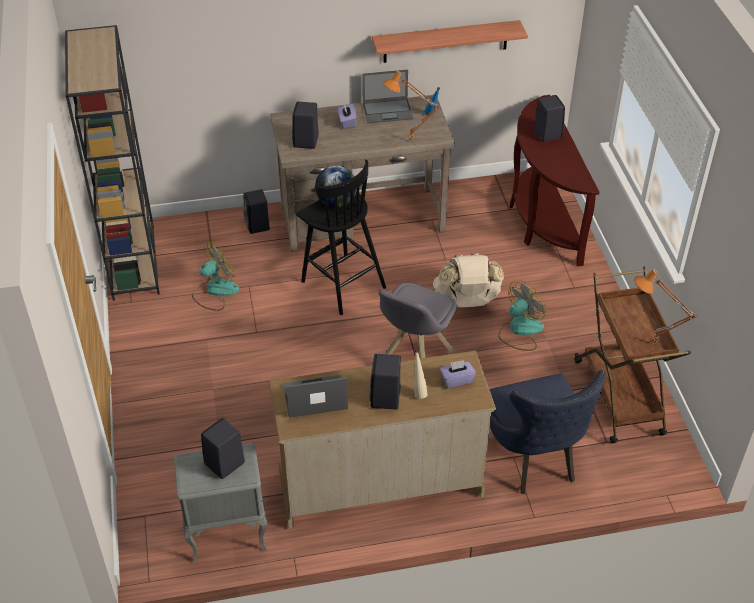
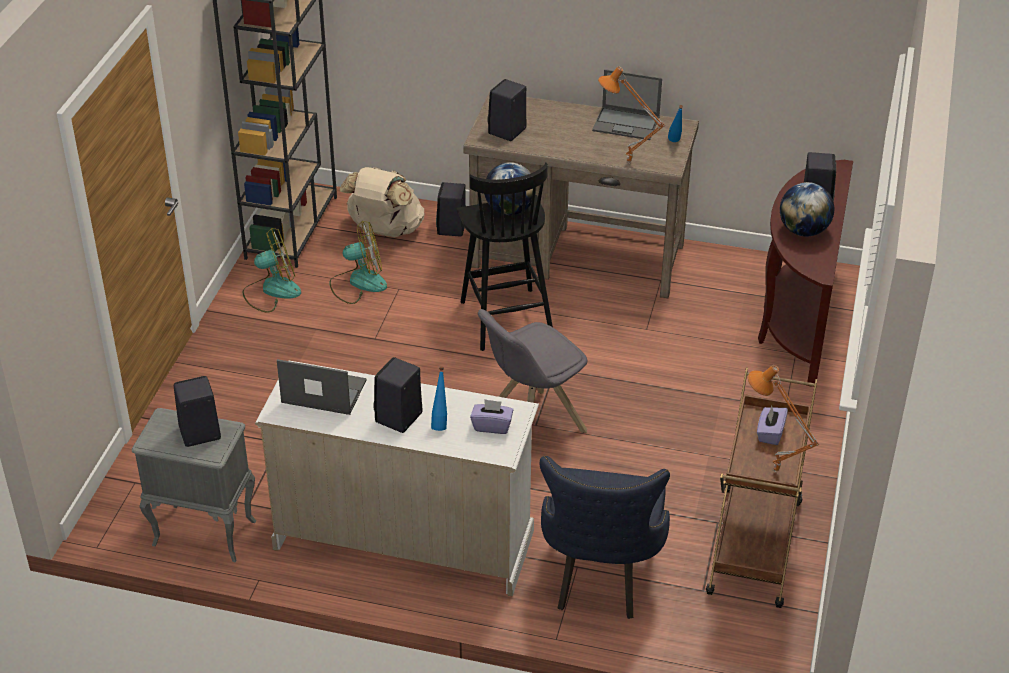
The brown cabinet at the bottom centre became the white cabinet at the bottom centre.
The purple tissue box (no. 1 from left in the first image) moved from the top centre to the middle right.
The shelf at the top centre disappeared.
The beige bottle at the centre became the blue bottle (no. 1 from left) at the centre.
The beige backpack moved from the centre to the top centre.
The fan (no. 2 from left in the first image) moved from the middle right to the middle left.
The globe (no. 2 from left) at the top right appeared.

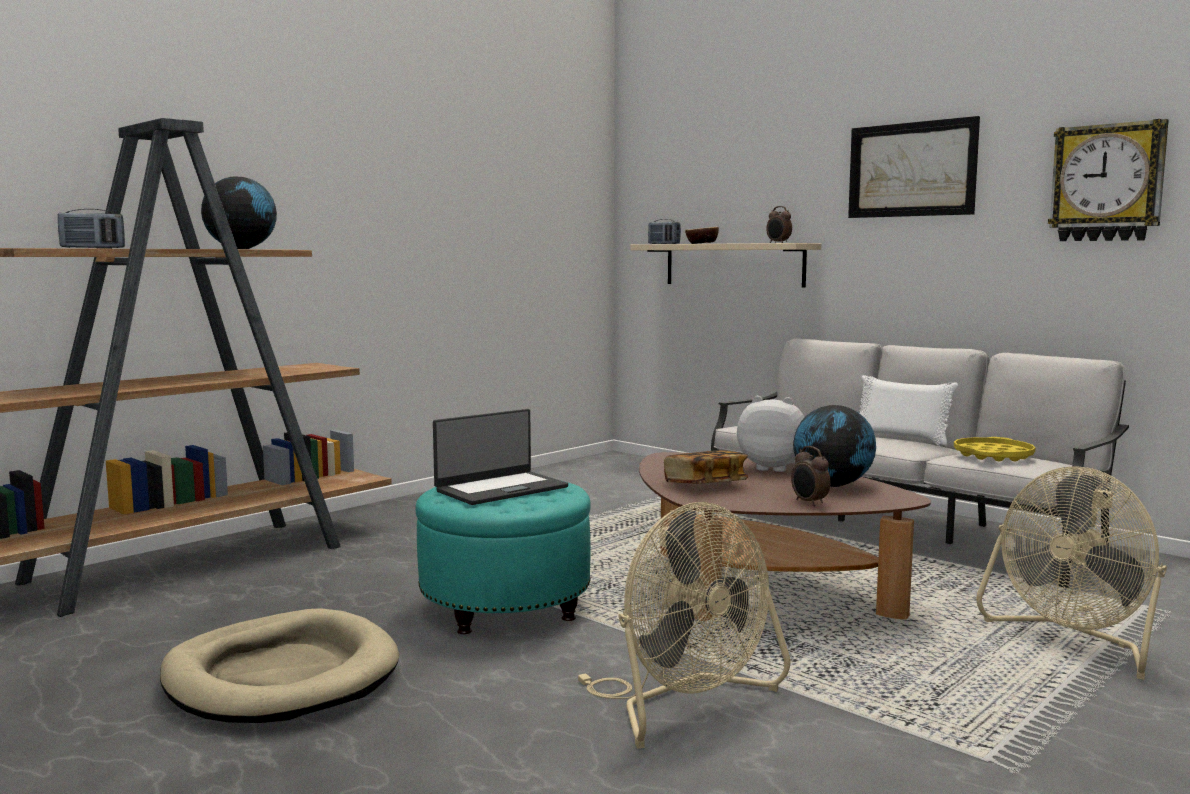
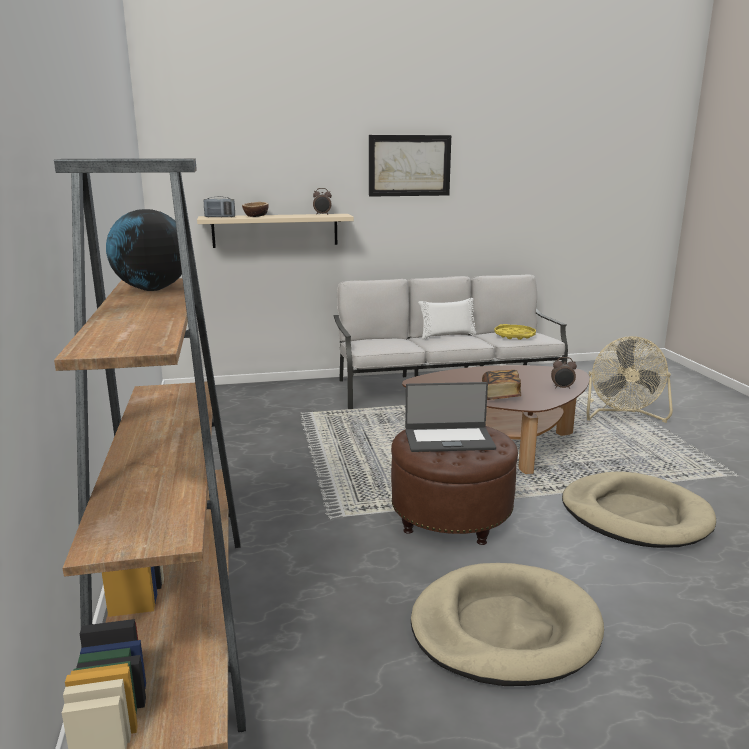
The radio (no. 1 from left) at the top left disappeared.
The turquoise ottoman at the bottom centre became the brown ottoman at the centre.
The laptop at the centre turned 90 degrees clockwise.
The beige fan (no. 1 from left) at the bottom centre was replaced by the beige dog bed (no. 2 from left) at the bottom right.
The plush toy at the centre disappeared.
The globe (no. 2 from left) at the middle right disappeared.
The wall clock at the top right disappeared.

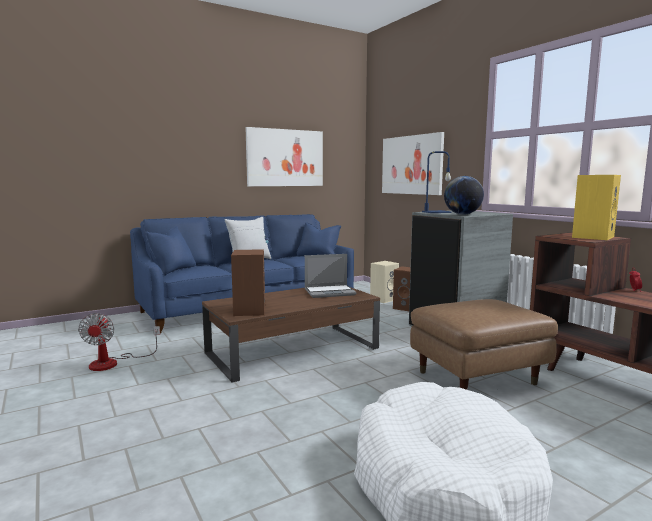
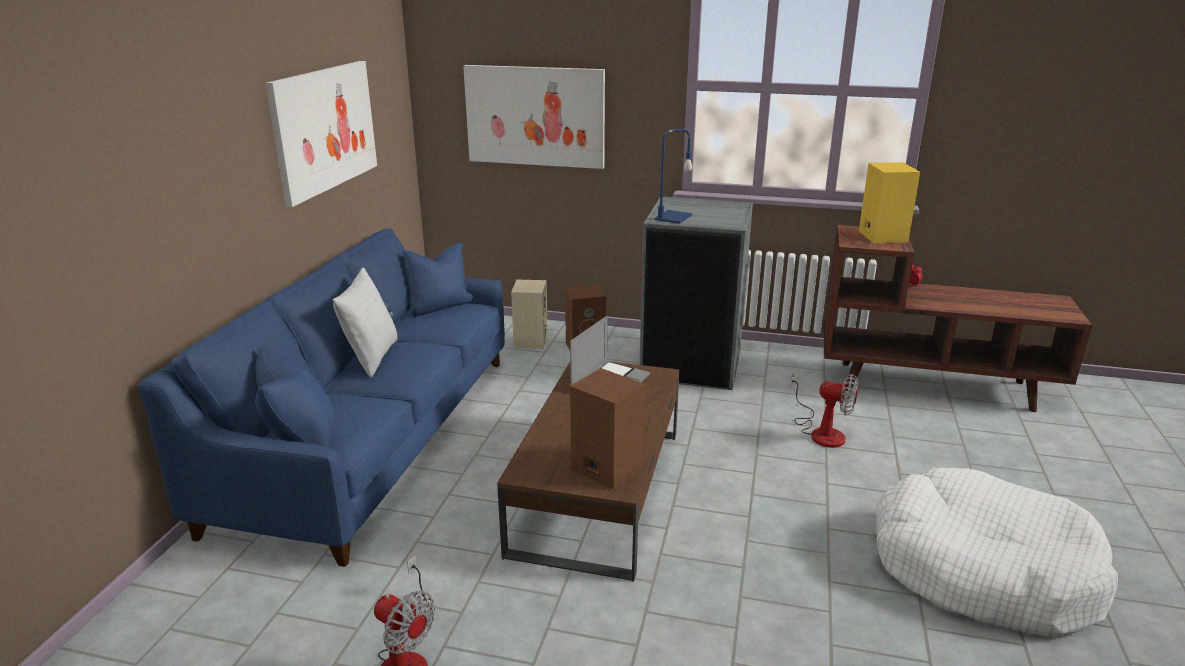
The brown ottoman at the middle right was replaced by the fan (no. 2 from left) at the middle right.
The globe at the middle right disappeared.

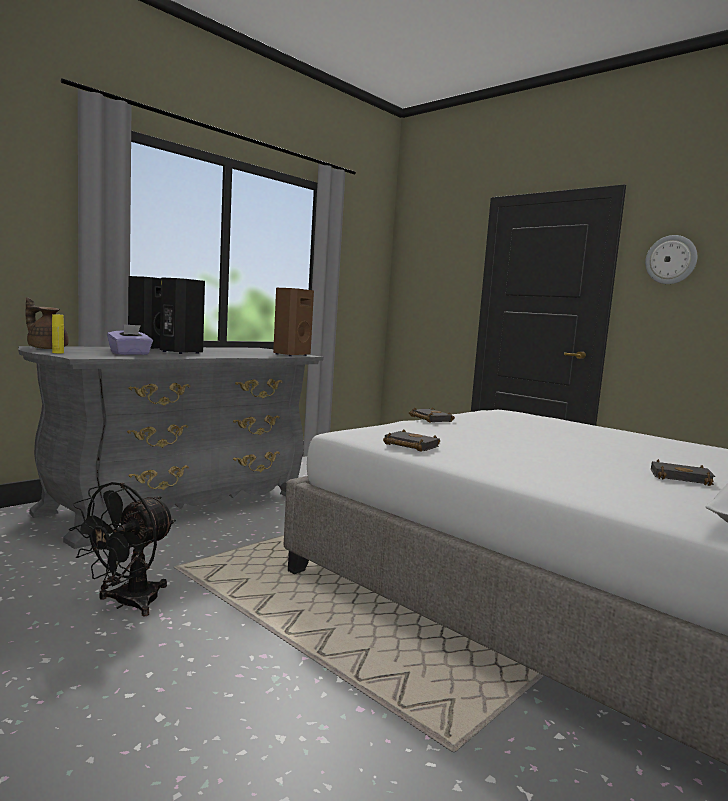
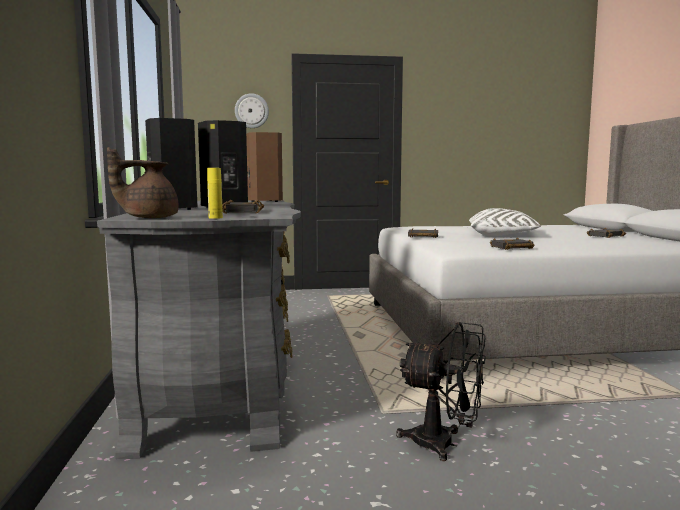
The black fan at the bottom left turned 45 degrees counterclockwise.
The purple tissue box at the middle left was replaced by the black book (no. 1 from left) at the centre.
The wall clock moved from the top right to the top centre.
The white pillow at the middle right appeared.

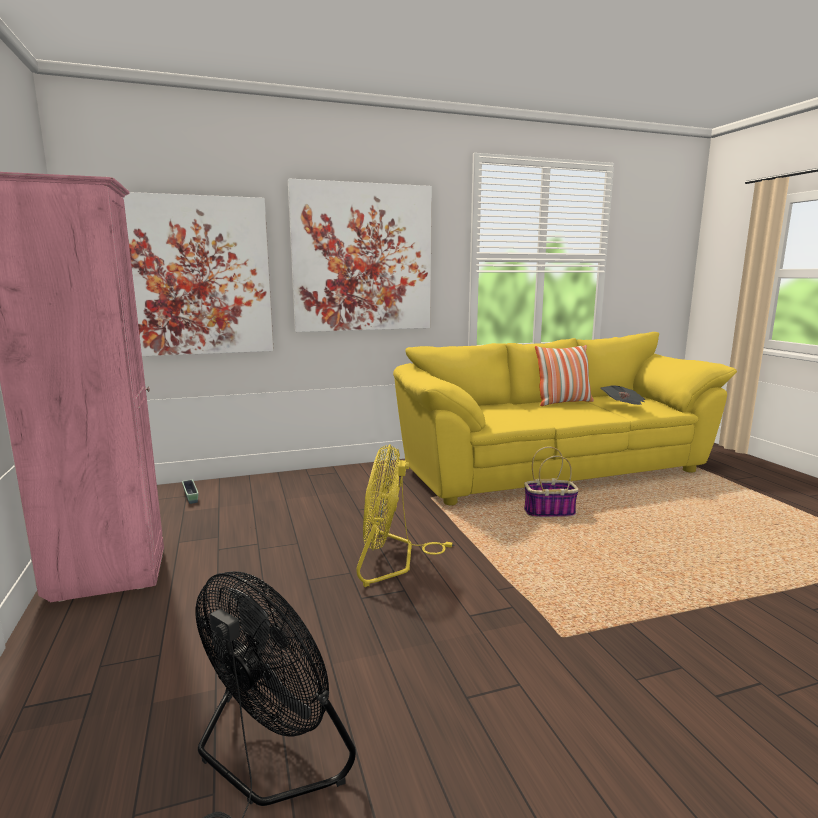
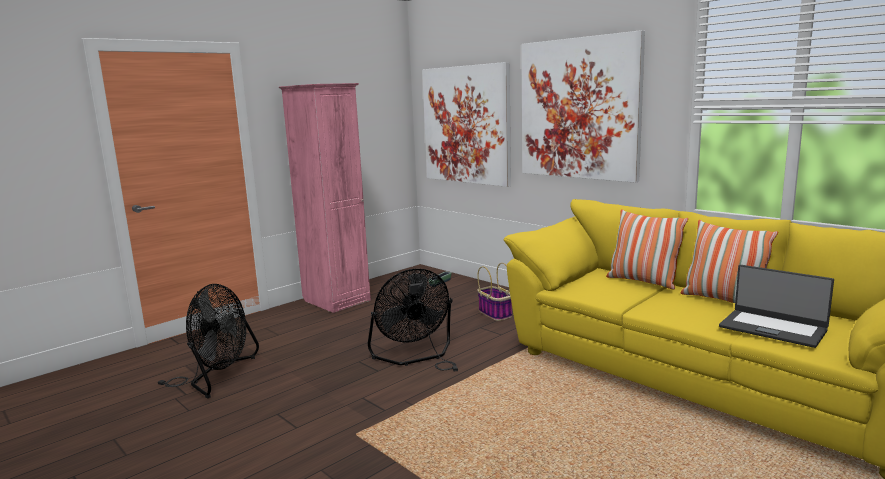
The yellow fan at the centre became the black fan (no. 2 from left) at the bottom centre.
The basket moved from the middle right to the centre.
The newspaper at the middle right was replaced by the laptop at the middle right.
The pillow (no. 1 from left) at the middle right appeared.

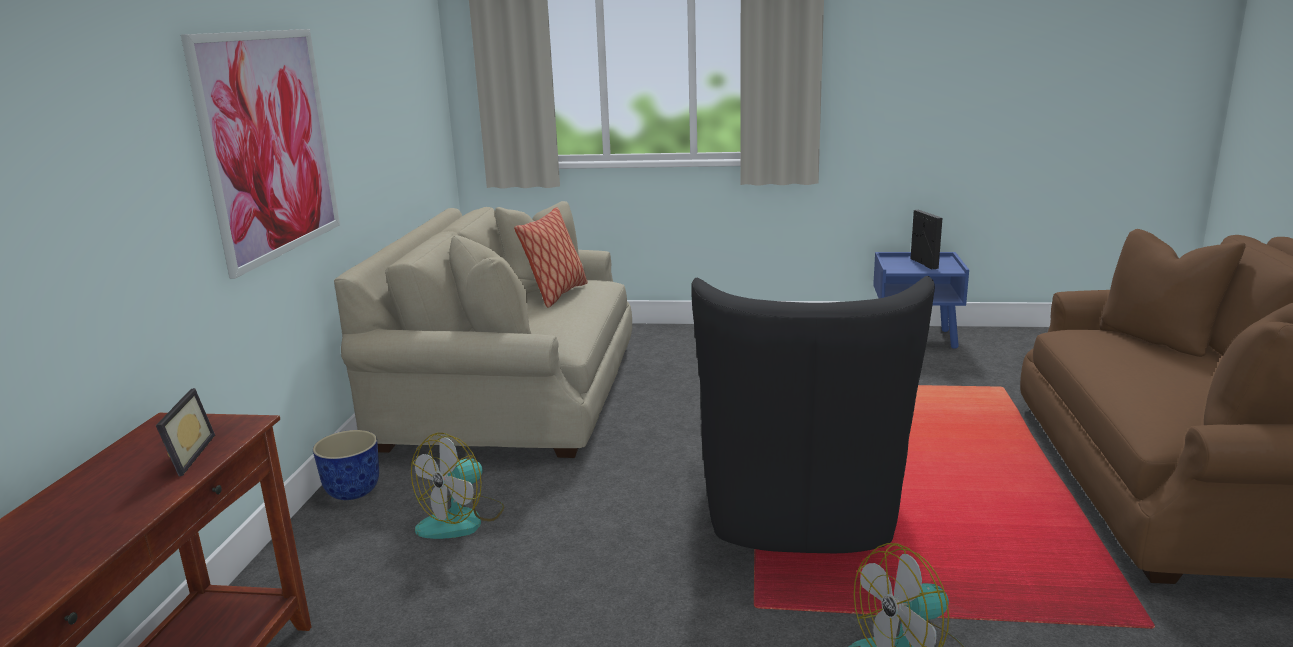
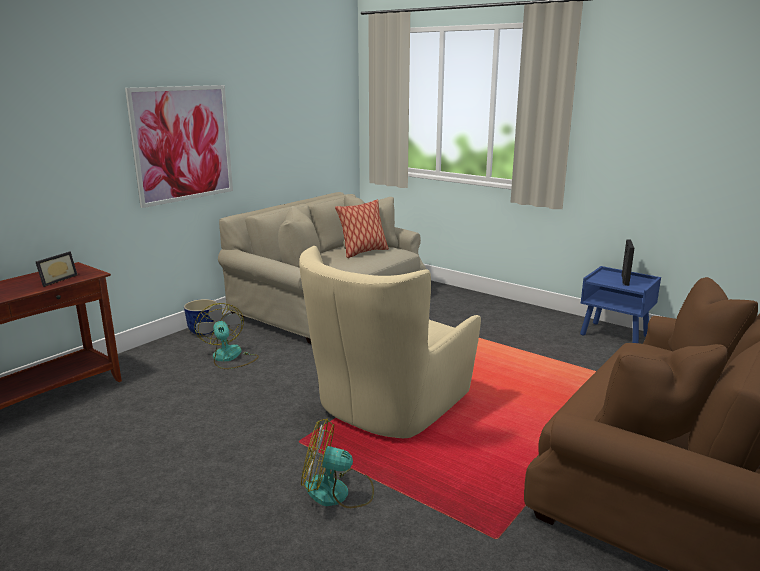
The fan (no. 1 from left) at the bottom centre turned 90 degrees clockwise.
The black armchair at the centre became the beige armchair at the centre.

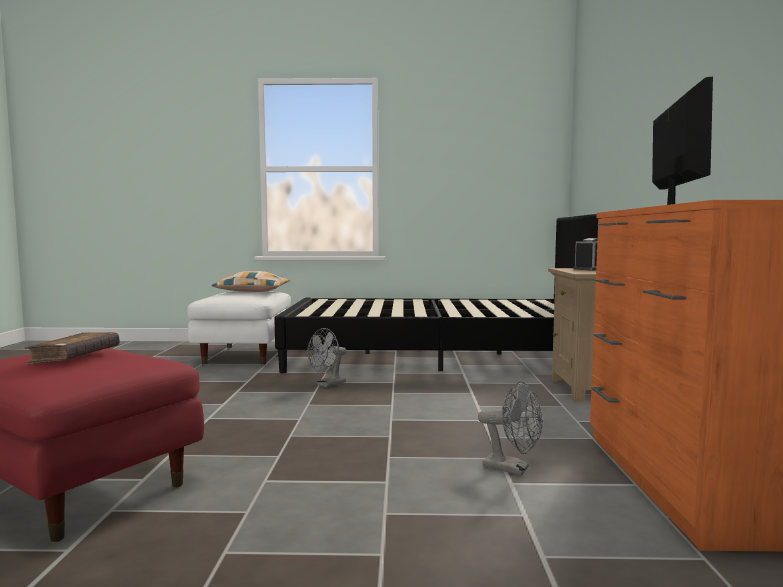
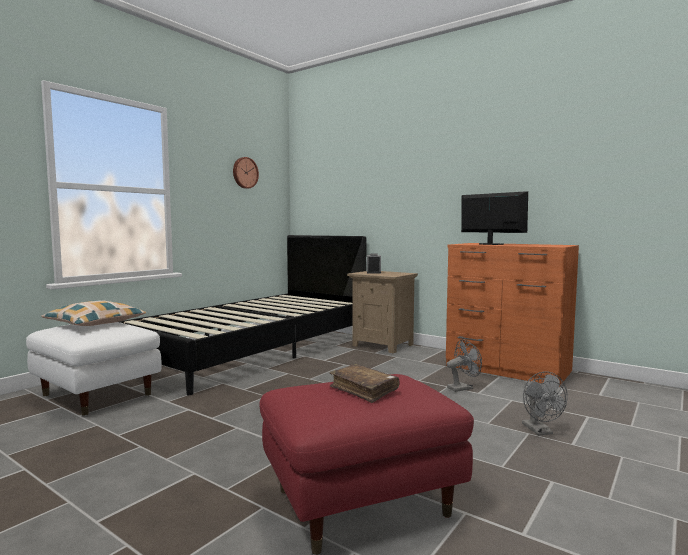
The grey fan (no. 1 from left in the first image) moved from the centre to the bottom right.
The wall clock at the top centre appeared.

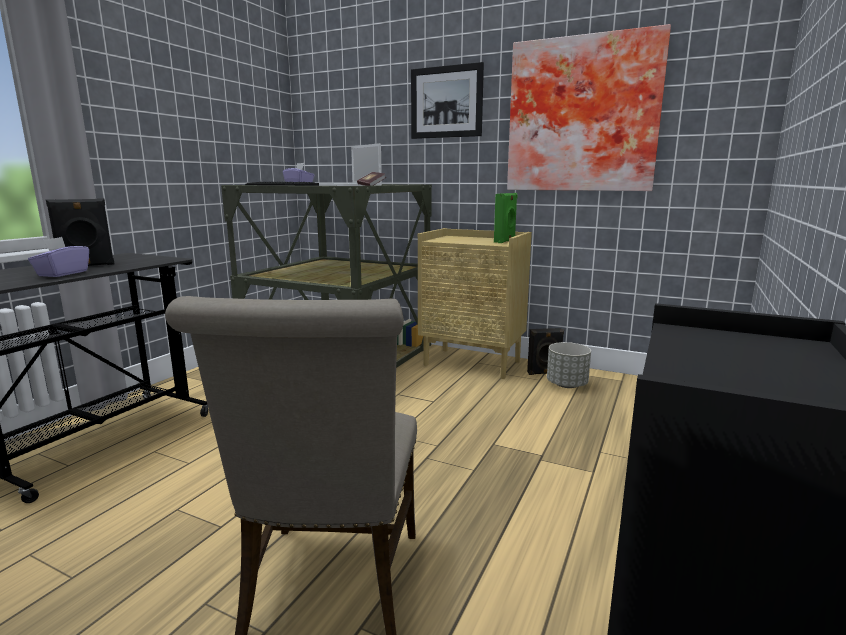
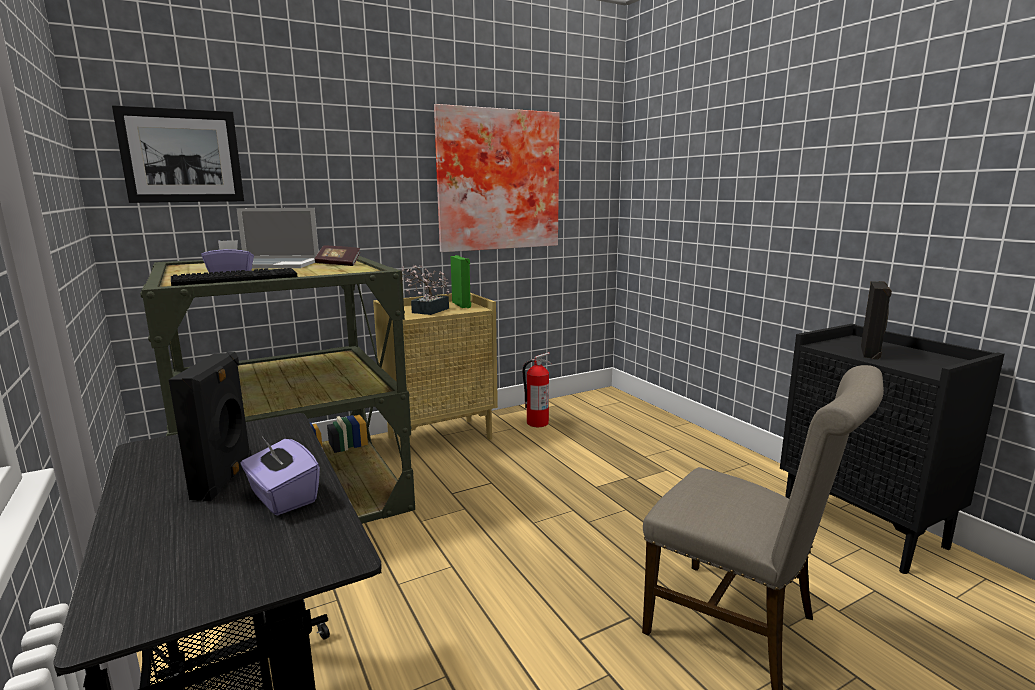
The picture (no. 1 from left) moved from the top centre to the top left.
The black speaker (no. 2 from left) moved from the centre to the middle right.
The grey planter at the middle right was replaced by the fire extinguisher at the centre.
The potted plant at the centre appeared.

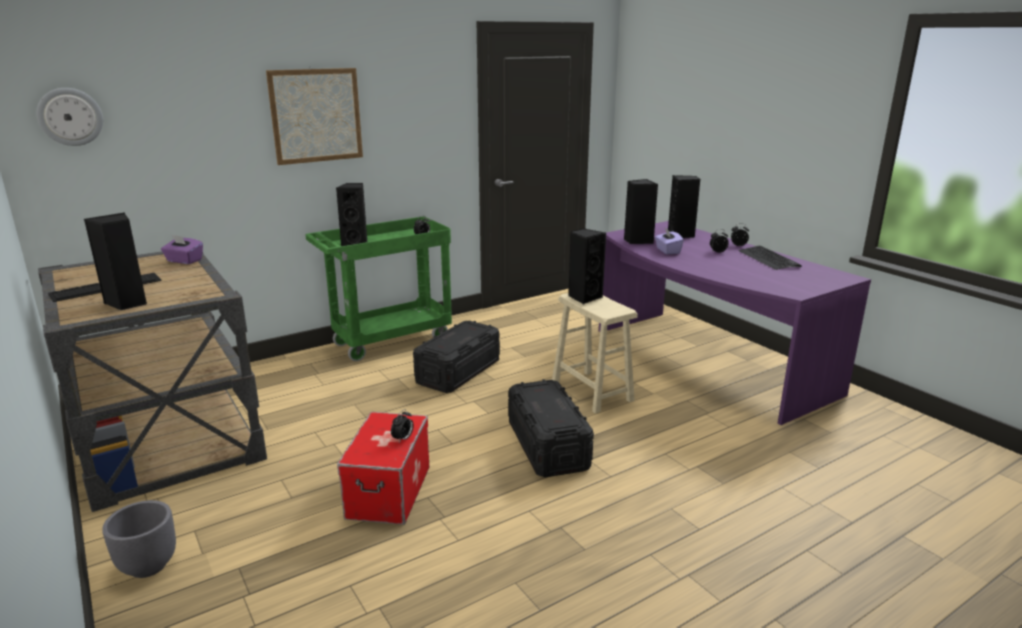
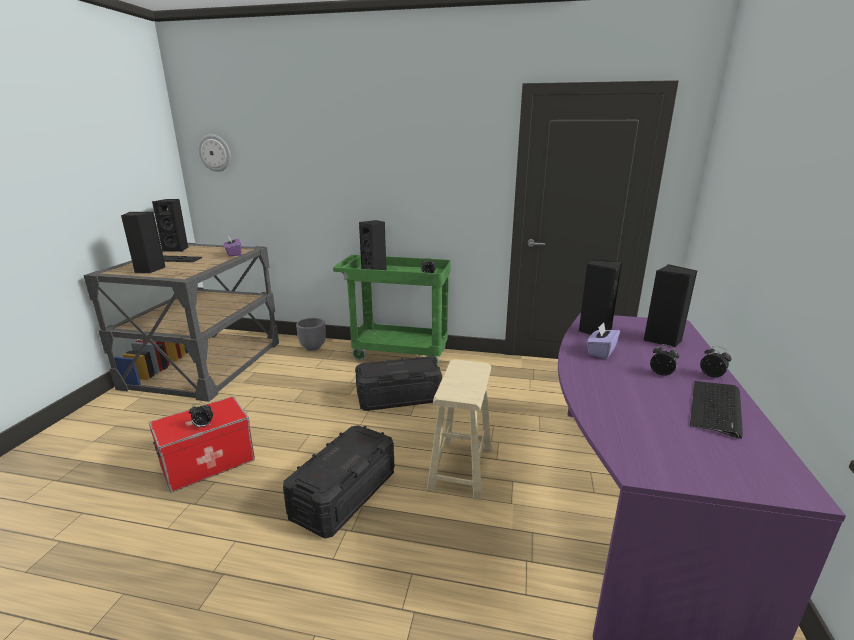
The grey planter moved from the bottom left to the centre.
The picture at the top left disappeared.
The black speaker (no. 3 from left in the first image) moved from the centre to the middle left.

